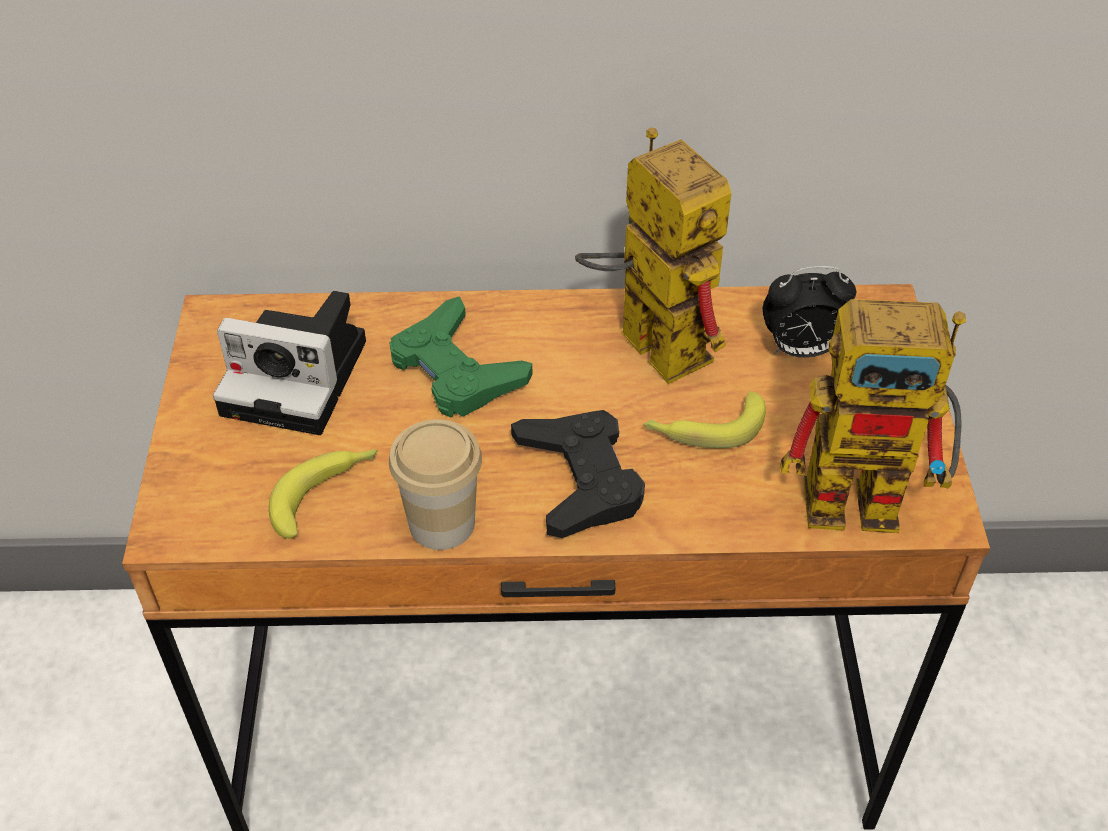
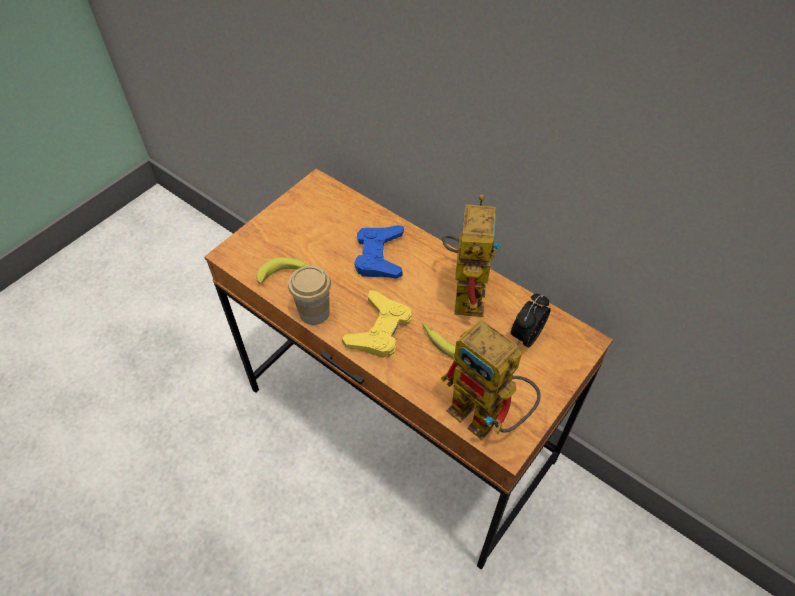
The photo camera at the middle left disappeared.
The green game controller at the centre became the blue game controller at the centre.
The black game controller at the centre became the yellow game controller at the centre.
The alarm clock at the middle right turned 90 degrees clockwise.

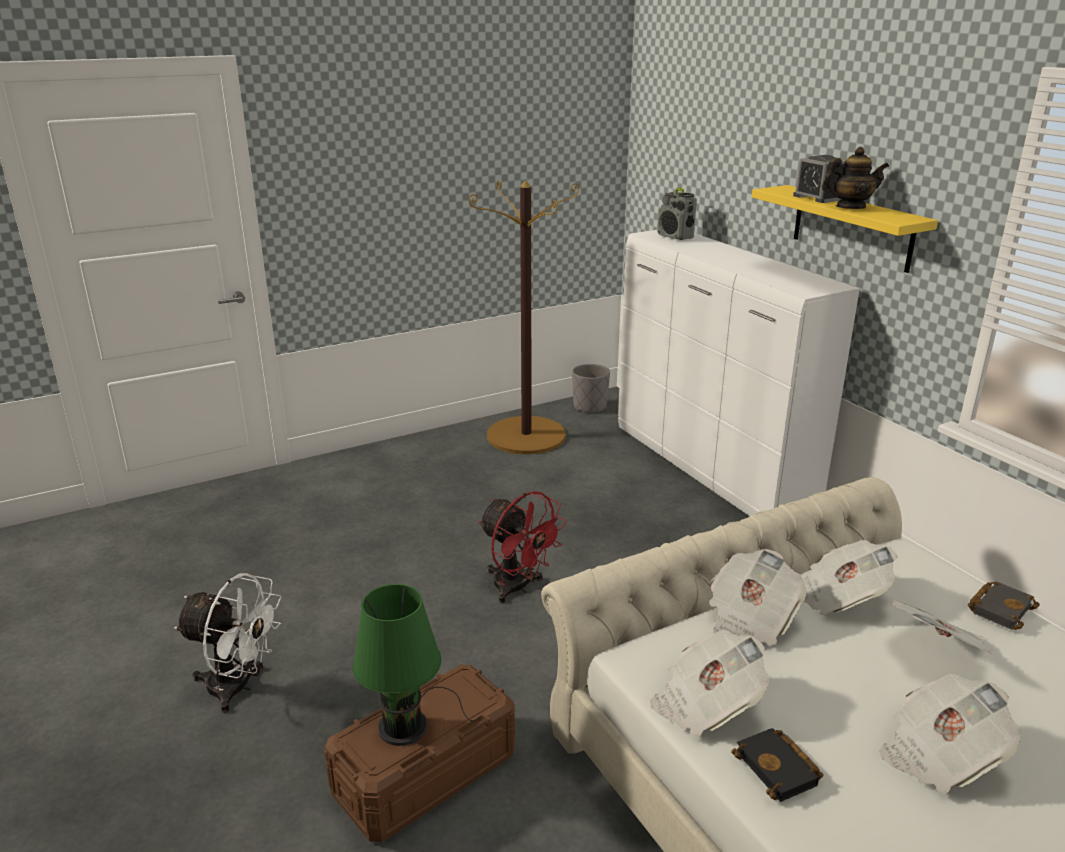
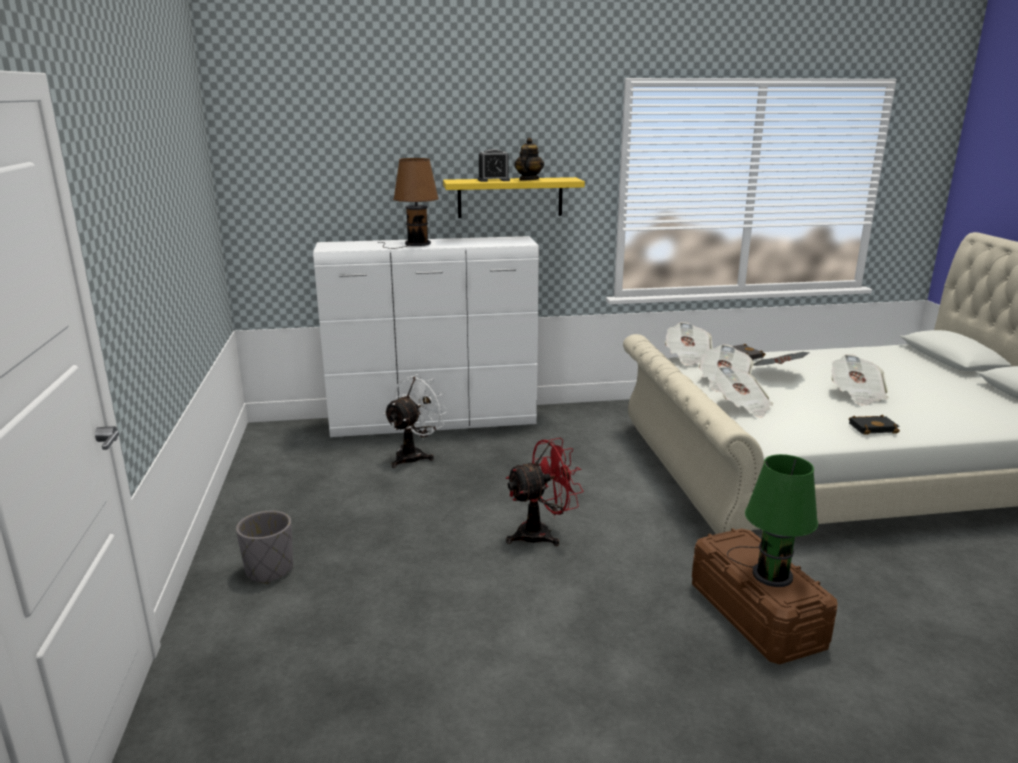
The white fan moved from the bottom left to the centre.
The brown clothes rack at the centre disappeared.
The grey planter moved from the centre to the bottom left.
The newspaper (no. 1 from left) moved from the bottom centre to the middle right.
The radio at the top centre disappeared.
The brown table lamp at the top centre appeared.

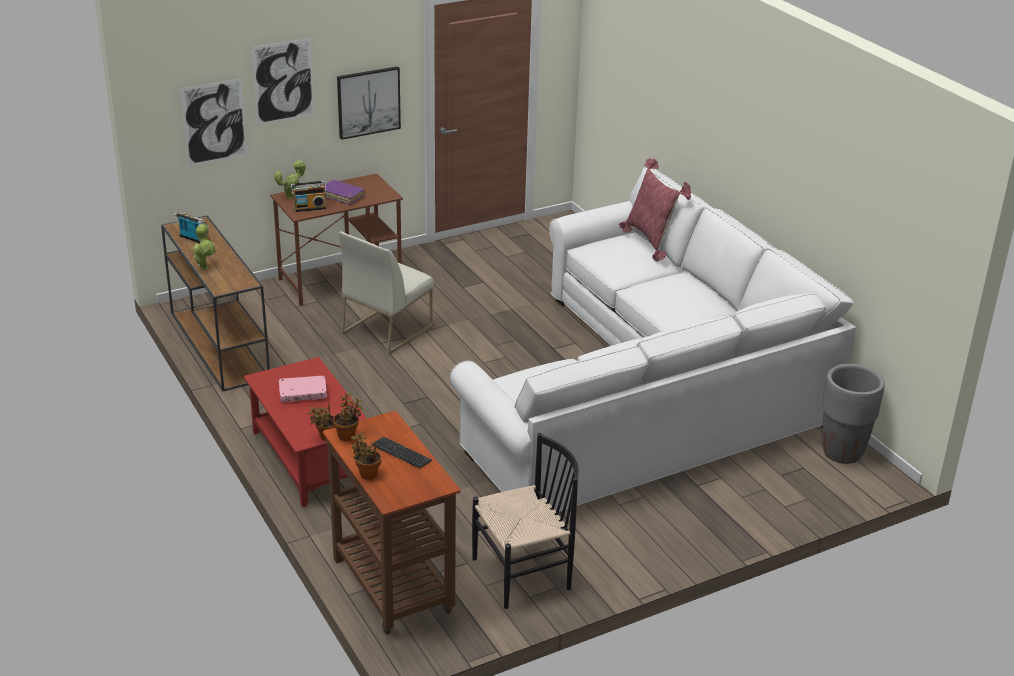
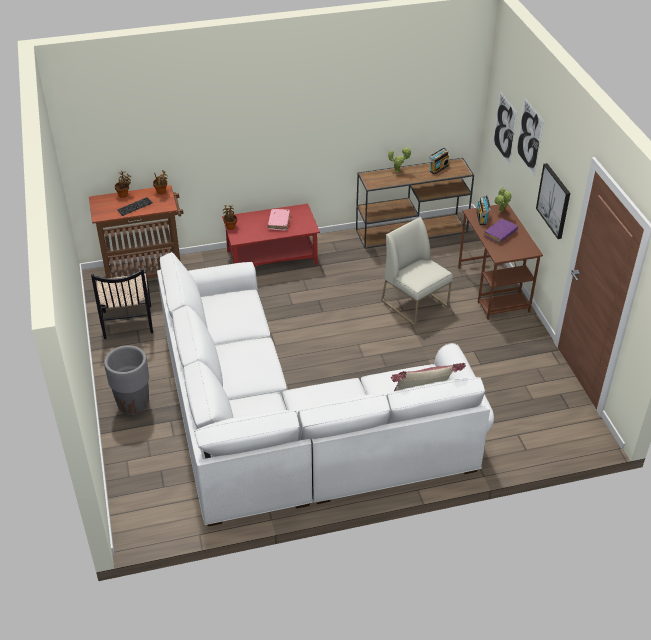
The grey planter moved from the middle right to the middle left.

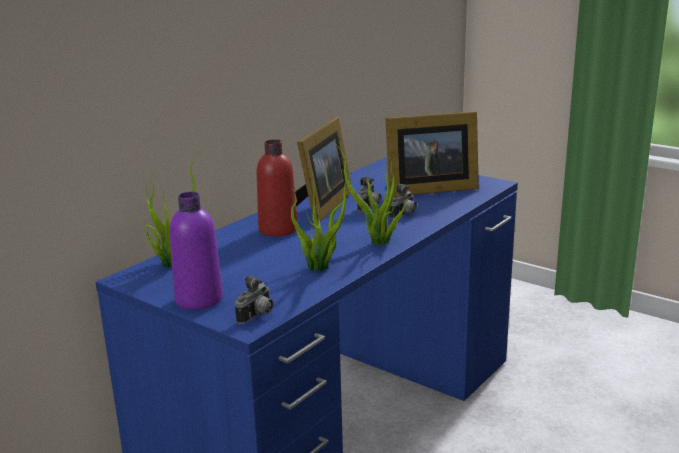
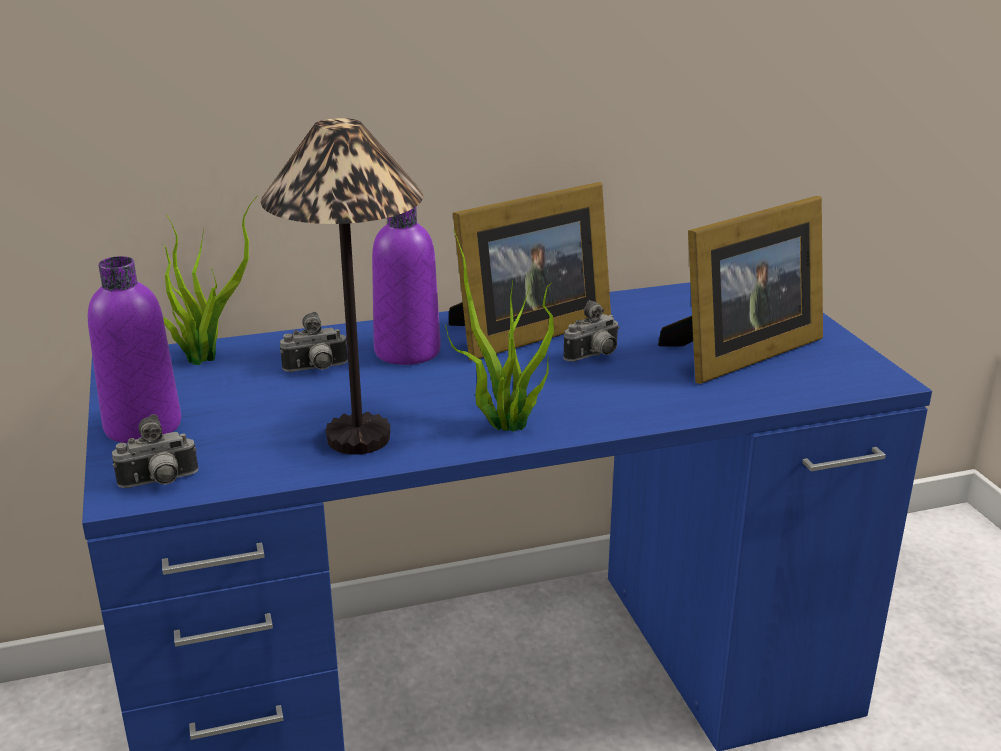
The red bottle at the centre became the purple bottle (no. 2 from left) at the centre.
The potted plant (no. 2 from left) at the centre was replaced by the table lamp at the centre.
The picture frame (no. 2 from left) at the centre turned 60 degrees counterclockwise.
The photo camera (no. 3 from left in the first image) moved from the centre to the middle left.

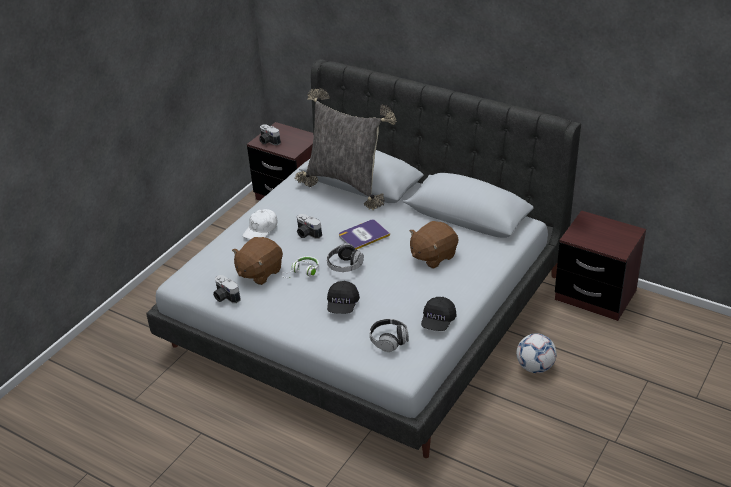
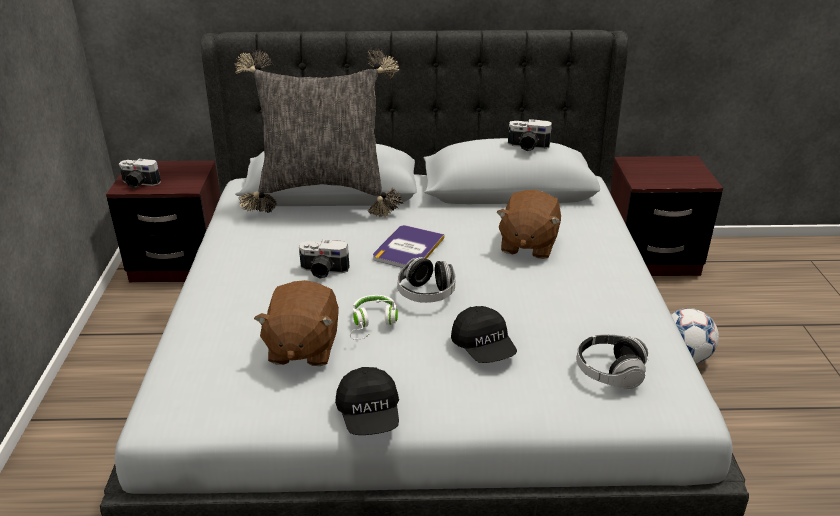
The photo camera (no. 1 from left in the first image) moved from the middle left to the top centre.
The white cap at the centre disappeared.
The black cap (no. 2 from left in the first image) moved from the centre to the bottom centre.

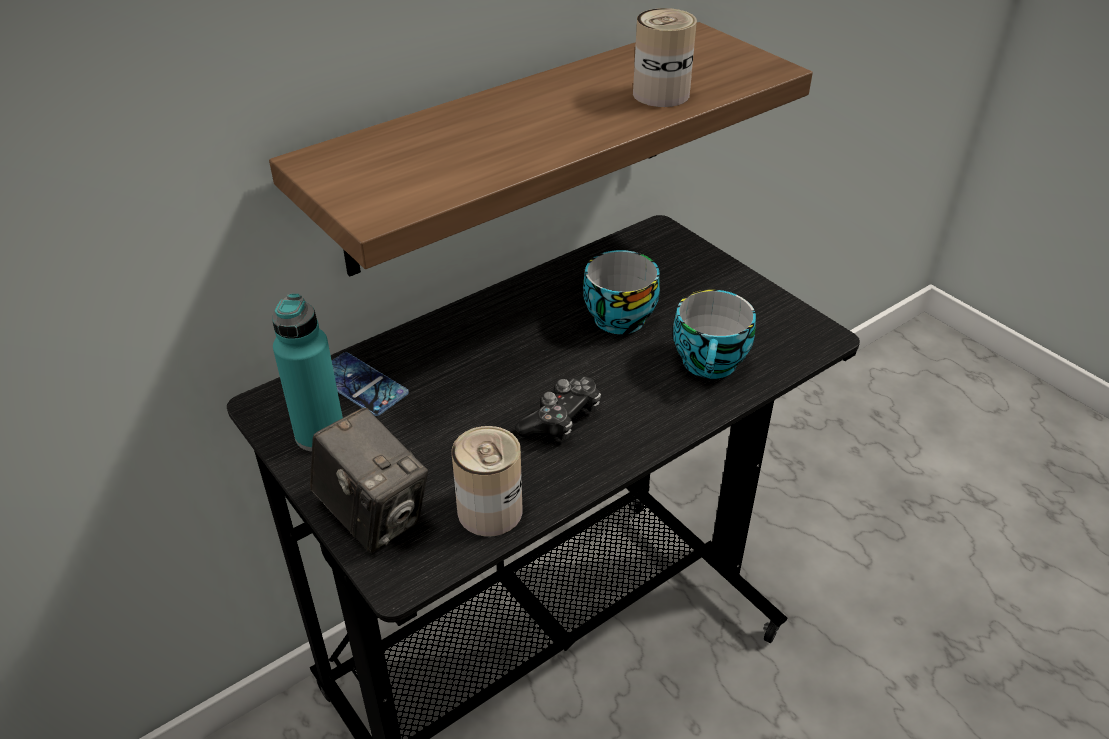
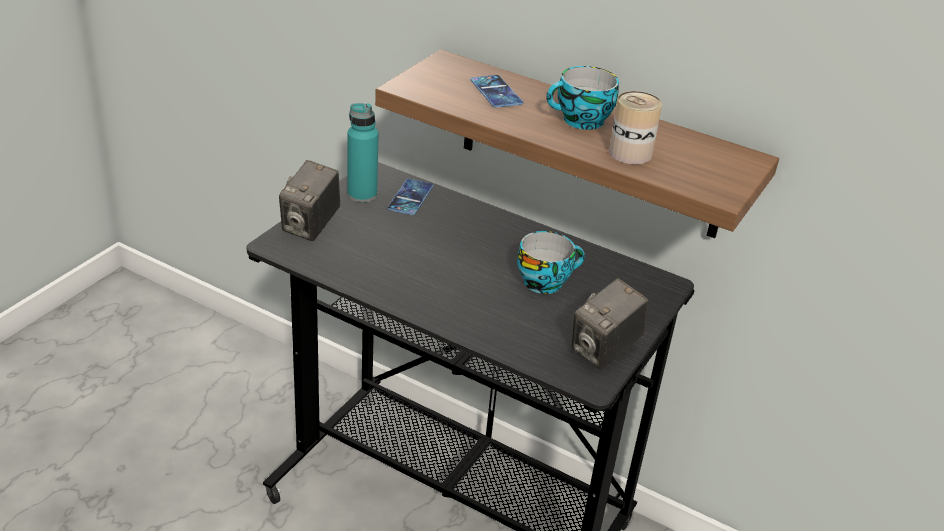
The can (no. 1 from left) at the centre disappeared.
The game controller at the centre disappeared.
The cup (no. 2 from left) moved from the centre to the top centre.
The phone (no. 2 from left) at the top centre appeared.
The photo camera (no. 2 from left) at the centre appeared.

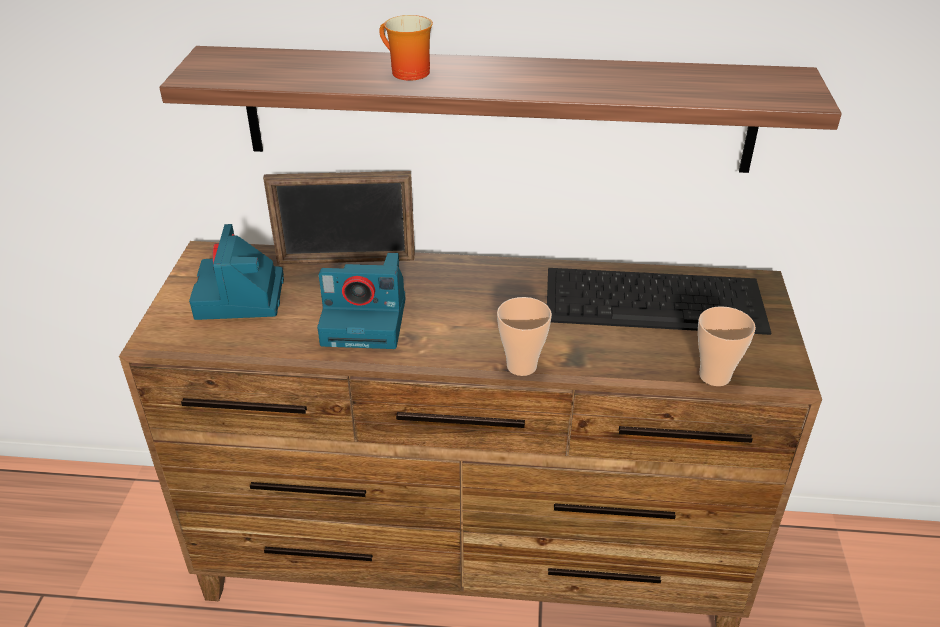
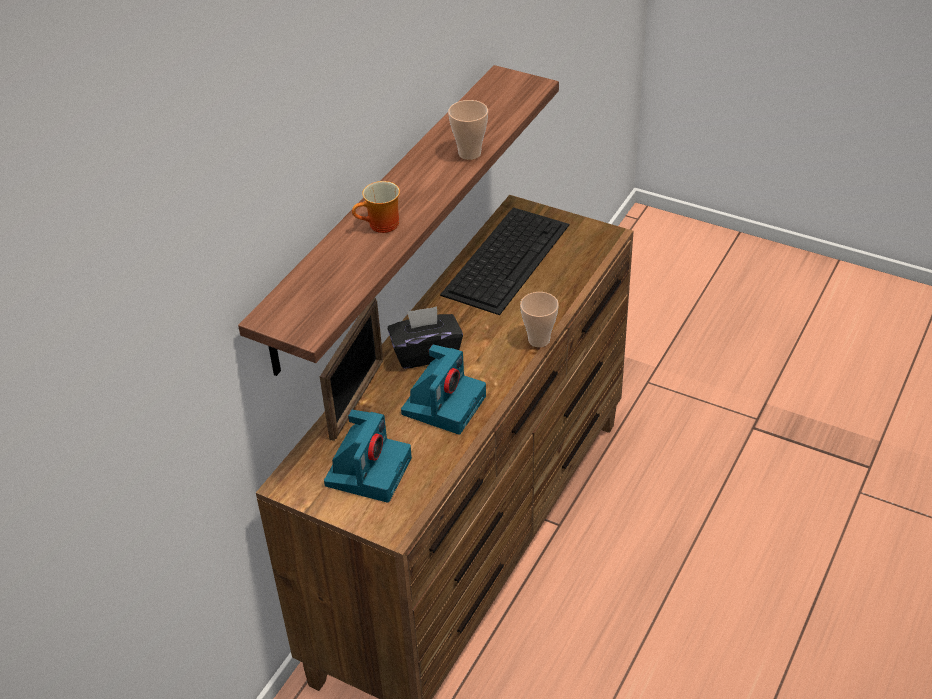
The photo camera (no. 1 from left) at the middle left turned 90 degrees counterclockwise.
The cup (no. 2 from left in the first image) moved from the middle right to the top centre.
The black tissue box at the centre appeared.

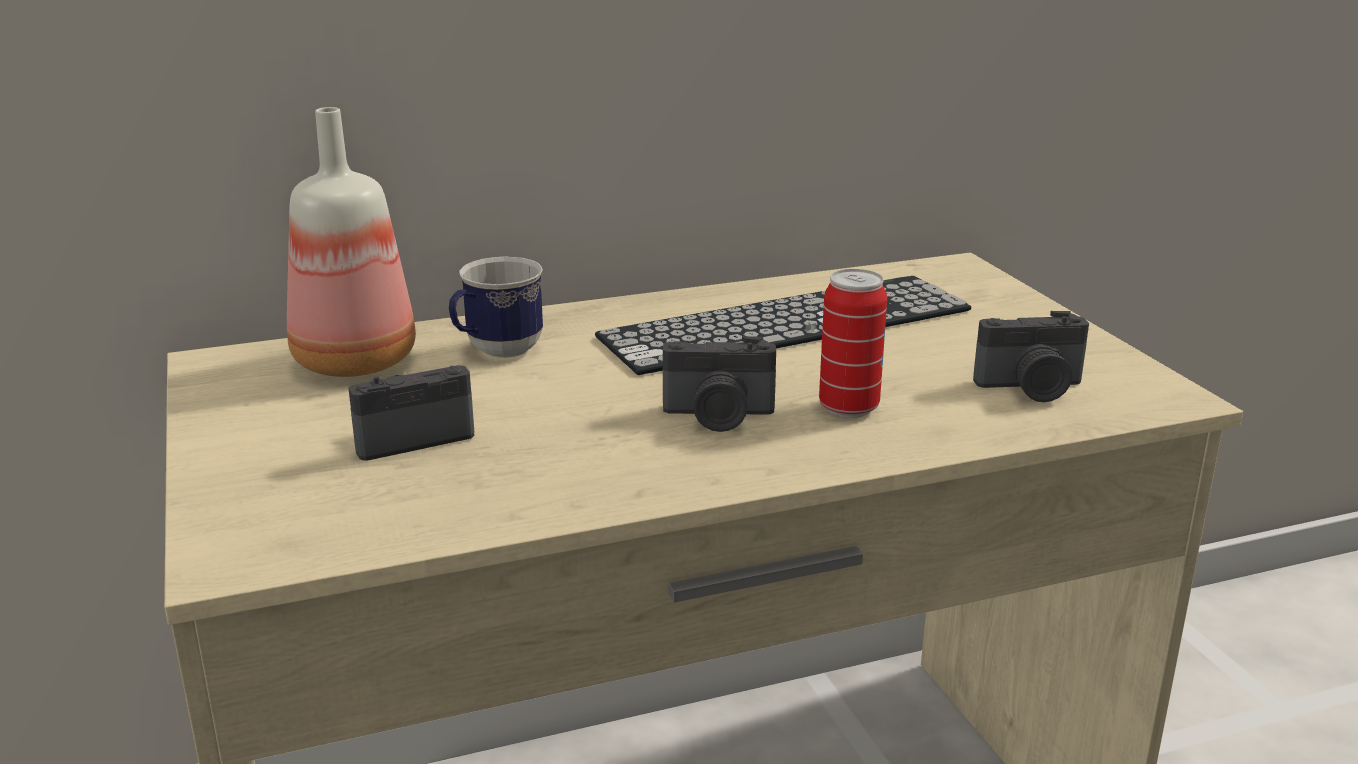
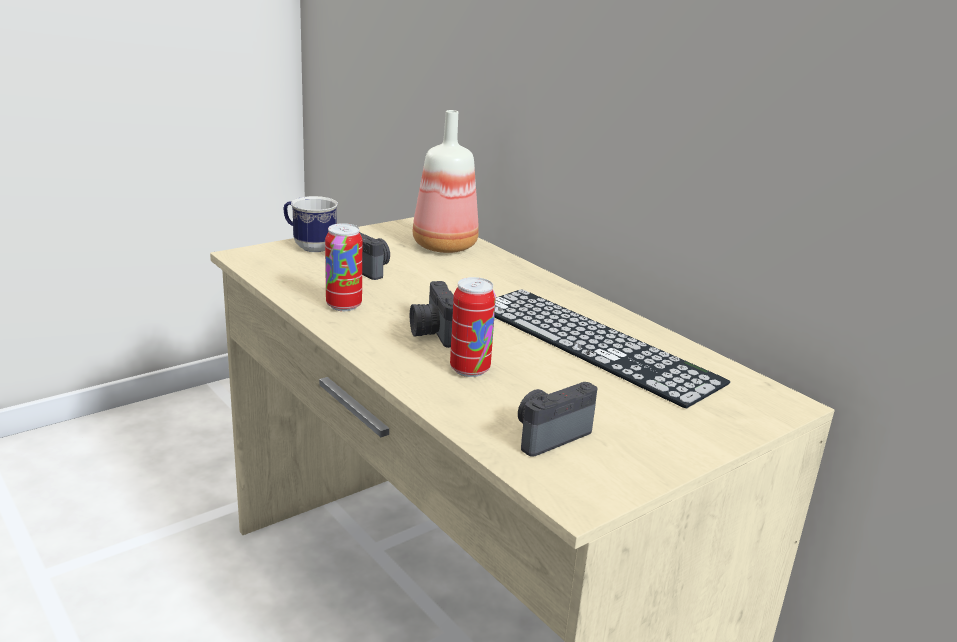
The mug moved from the centre to the middle left.
The photo camera (no. 3 from left) at the middle right turned 75 degrees clockwise.
The can (no. 1 from left) at the centre appeared.

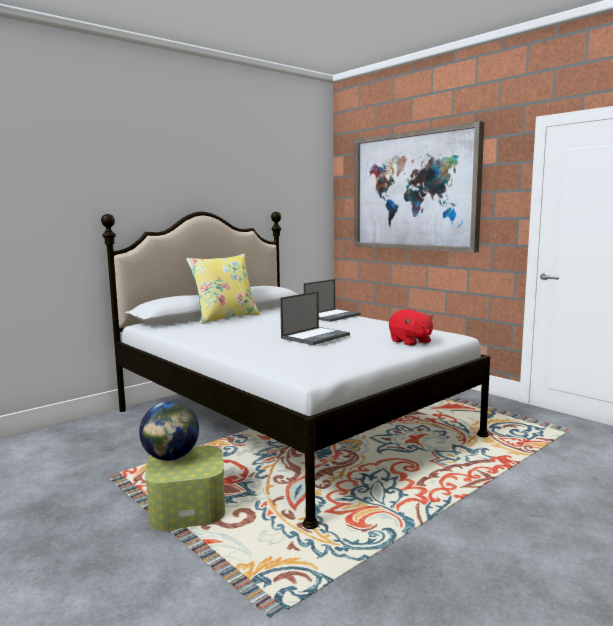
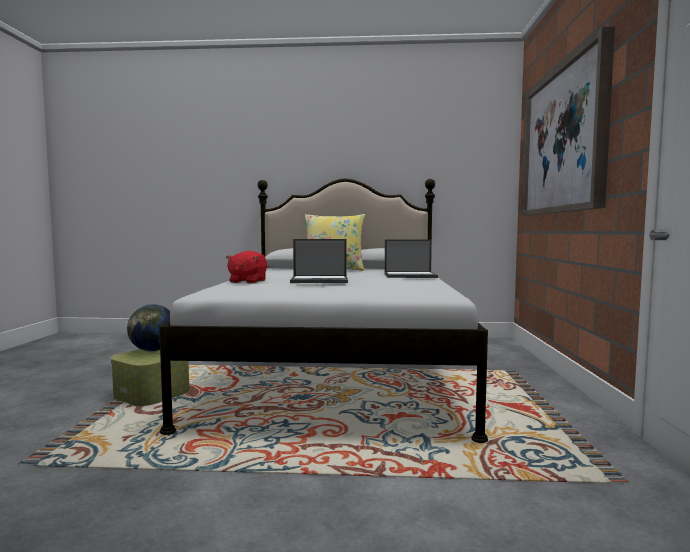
The red plush toy moved from the middle right to the centre.

